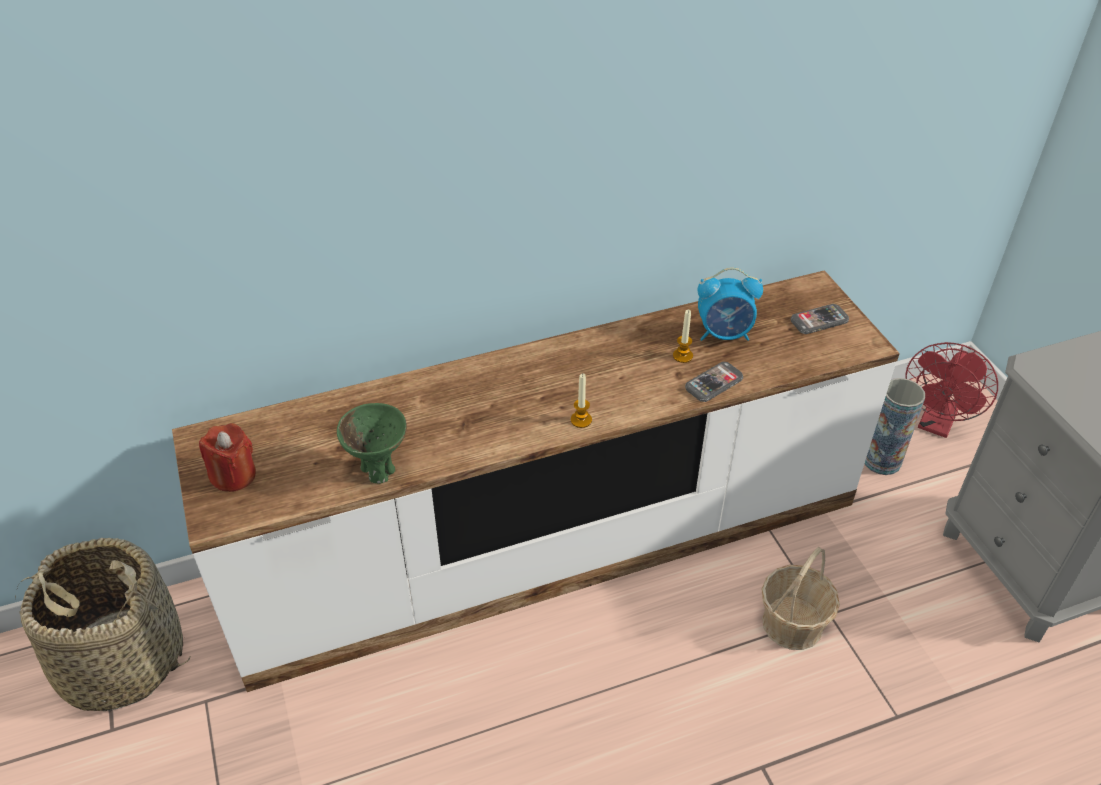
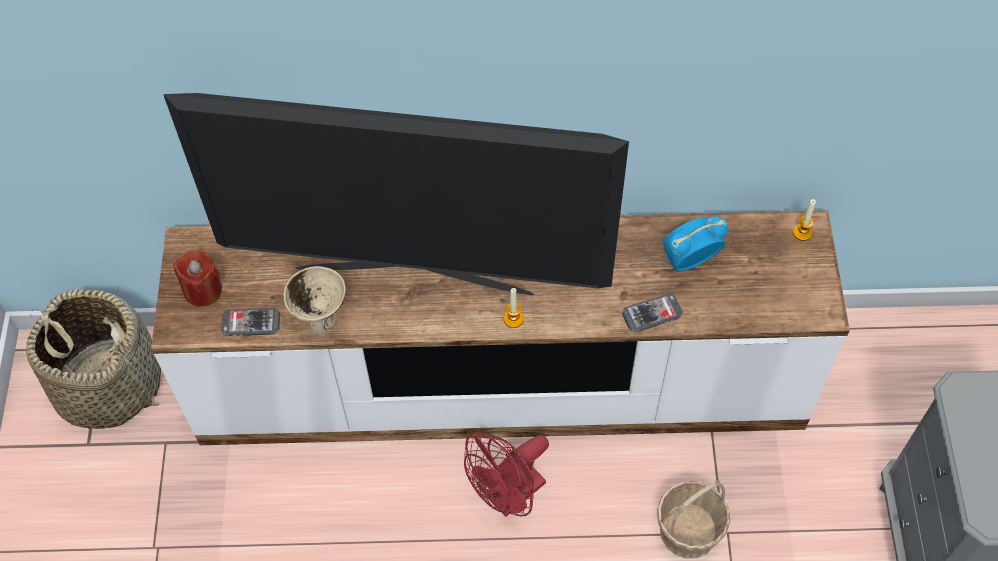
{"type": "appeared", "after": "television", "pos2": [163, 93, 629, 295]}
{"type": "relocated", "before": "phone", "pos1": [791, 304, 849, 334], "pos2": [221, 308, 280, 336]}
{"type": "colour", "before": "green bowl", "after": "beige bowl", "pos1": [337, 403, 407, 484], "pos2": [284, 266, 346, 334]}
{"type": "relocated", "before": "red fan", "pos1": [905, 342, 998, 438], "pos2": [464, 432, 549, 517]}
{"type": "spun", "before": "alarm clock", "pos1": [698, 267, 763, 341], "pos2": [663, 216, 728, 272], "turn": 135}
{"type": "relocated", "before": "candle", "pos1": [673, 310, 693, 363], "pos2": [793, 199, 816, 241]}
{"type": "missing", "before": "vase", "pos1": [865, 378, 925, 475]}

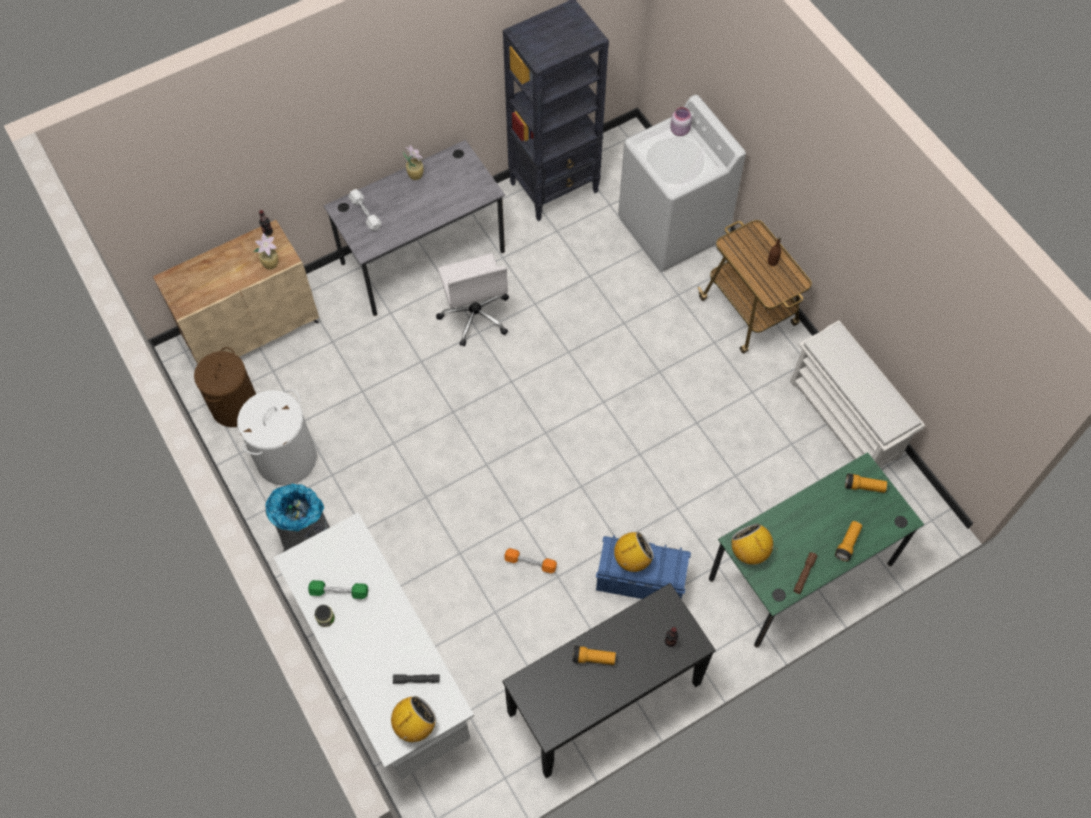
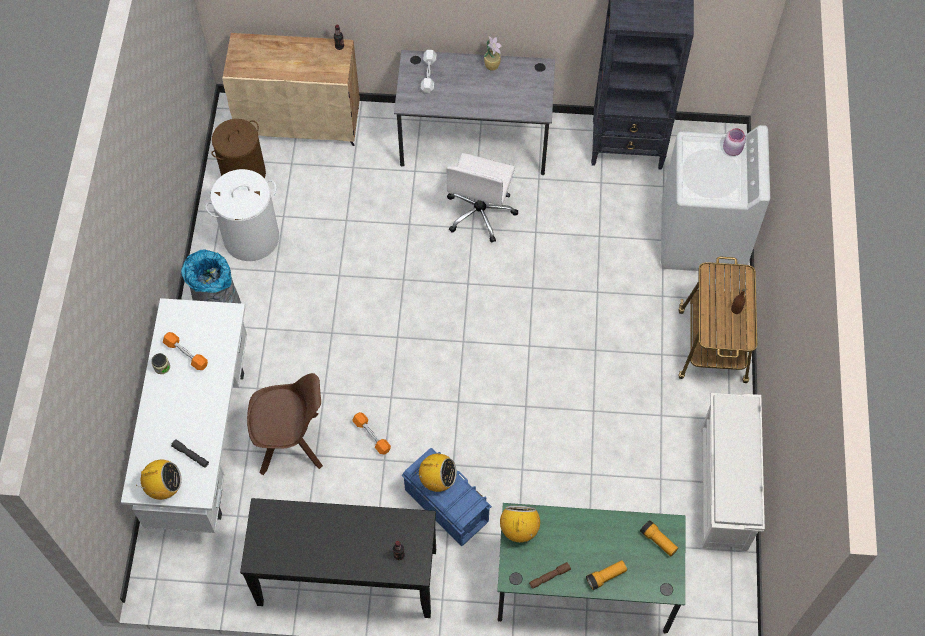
{"type": "colour", "before": "green dumbbell", "after": "orange dumbbell", "pos1": [308, 580, 368, 599], "pos2": [163, 332, 208, 370]}
{"type": "appeared", "after": "brown chair", "pos2": [247, 373, 323, 475]}
{"type": "missing", "before": "potted plant", "pos1": [254, 233, 278, 269]}
{"type": "missing", "before": "flashlight", "pos1": [573, 646, 616, 665]}

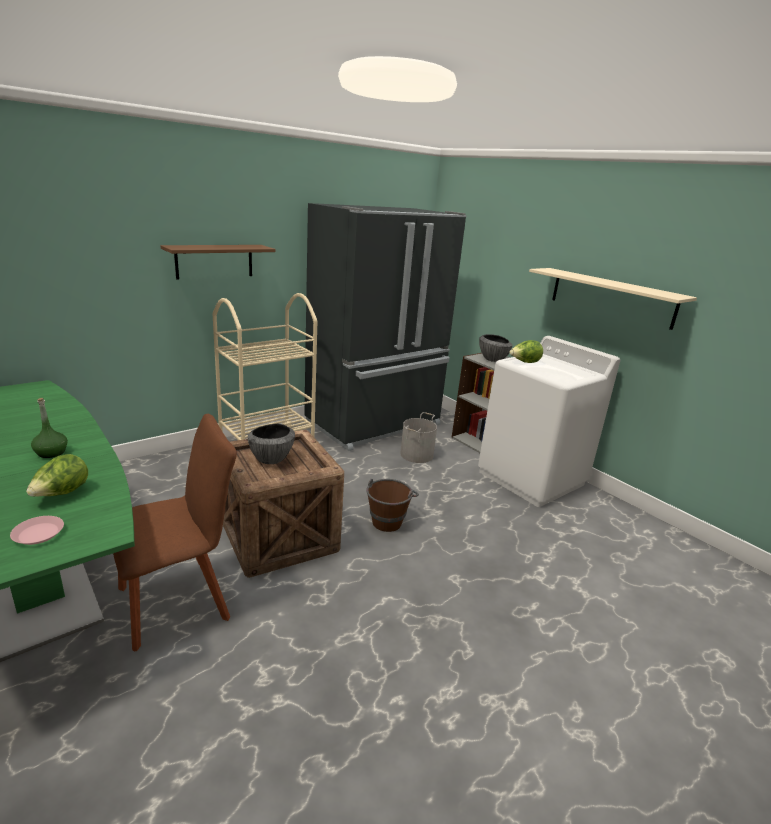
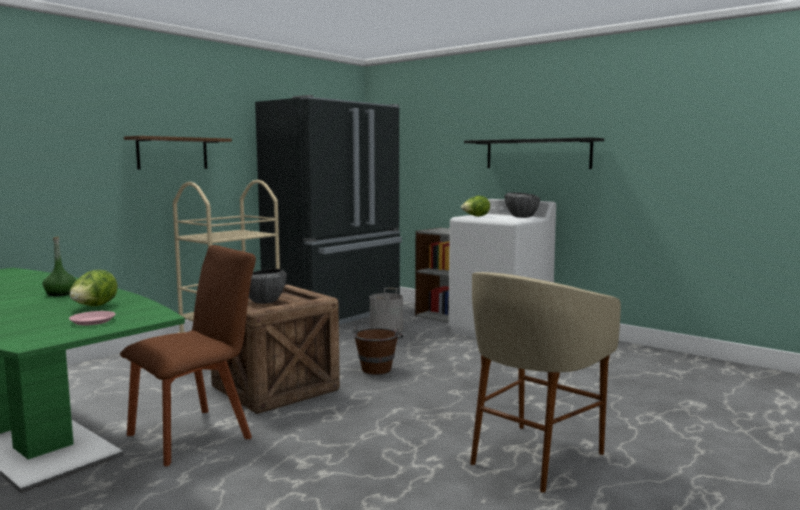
{"type": "colour", "before": "beige shelf", "after": "black shelf", "pos1": [529, 268, 697, 330], "pos2": [464, 137, 604, 169]}
{"type": "appeared", "after": "beige stool", "pos2": [470, 272, 621, 493]}
{"type": "relocated", "before": "bowl", "pos1": [479, 334, 512, 362], "pos2": [505, 192, 540, 218]}

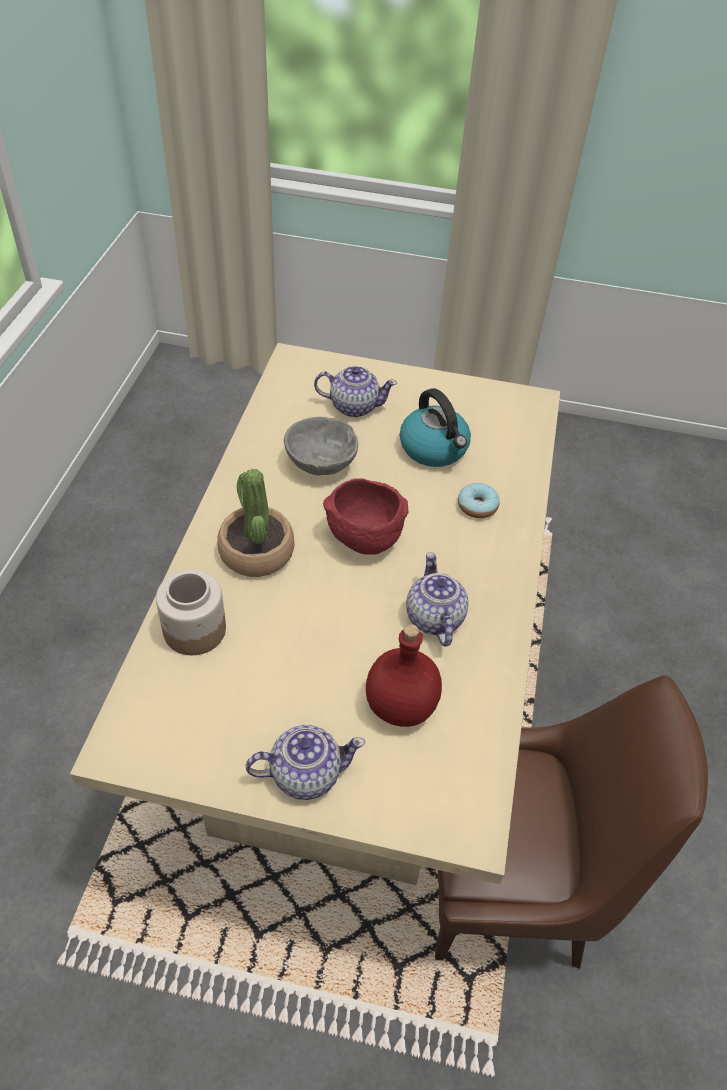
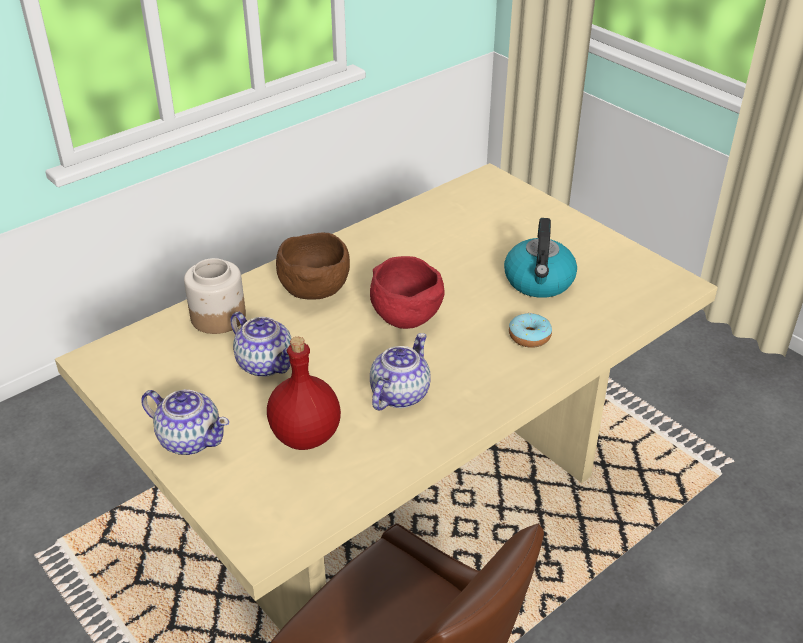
{"type": "relocated", "before": "teapot", "pos1": [314, 366, 397, 417], "pos2": [230, 312, 292, 377]}
{"type": "exchanged", "before": "potted plant", "after": "brown bowl", "pos1": [218, 469, 295, 577], "pos2": [276, 232, 350, 299]}
{"type": "missing", "before": "grey bowl", "pos1": [284, 417, 358, 475]}

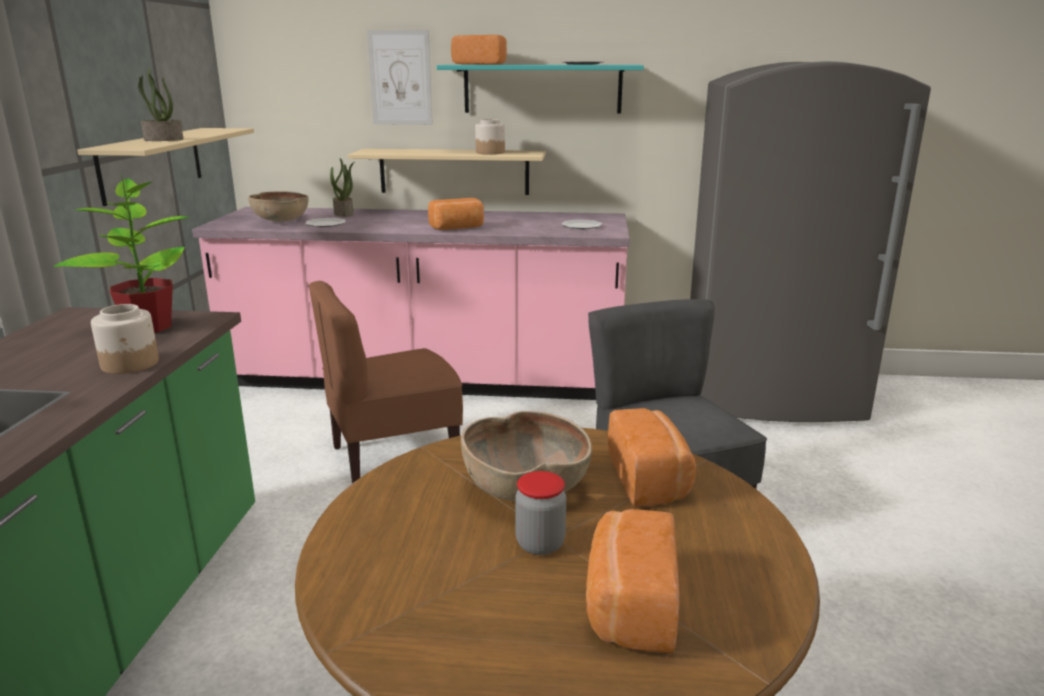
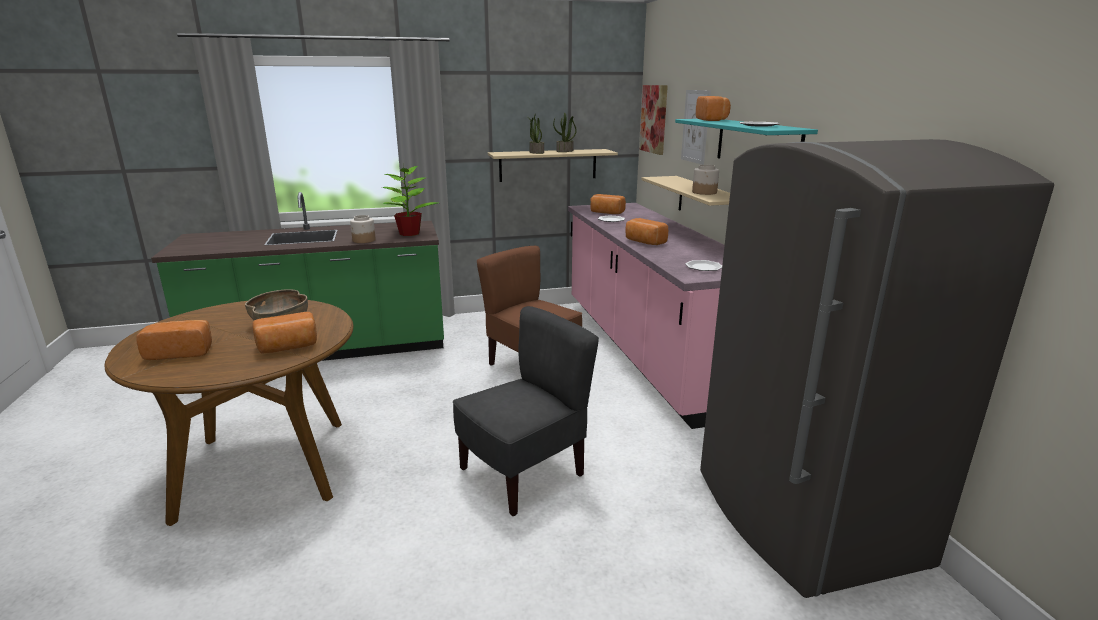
{"type": "relocated", "before": "potted plant", "pos1": [330, 158, 355, 217], "pos2": [553, 113, 577, 152]}
{"type": "exchanged", "before": "brown bowl", "after": "bread", "pos1": [248, 191, 309, 222], "pos2": [590, 194, 626, 214]}
{"type": "appeared", "after": "picture", "pos2": [639, 85, 668, 155]}
{"type": "missing", "before": "jar", "pos1": [516, 471, 566, 555]}

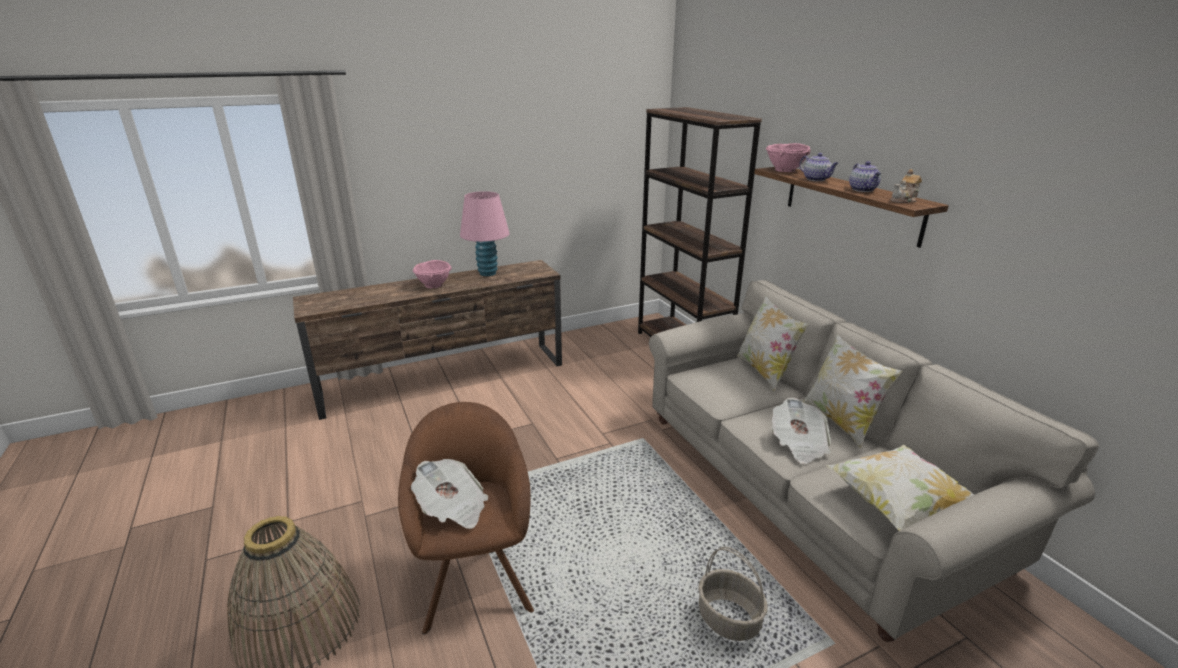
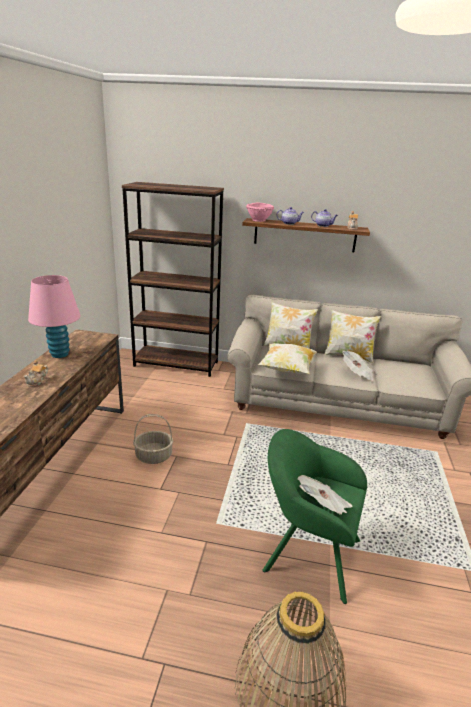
{"type": "exchanged", "before": "pink bowl", "after": "teapot", "pos1": [413, 260, 452, 288], "pos2": [24, 360, 48, 387]}
{"type": "relocated", "before": "basket", "pos1": [698, 547, 768, 641], "pos2": [133, 414, 173, 464]}
{"type": "relocated", "before": "pillow", "pos1": [826, 445, 974, 531], "pos2": [258, 343, 317, 374]}
{"type": "colour", "before": "brown armchair", "after": "green armchair", "pos1": [398, 402, 534, 634], "pos2": [262, 429, 367, 604]}

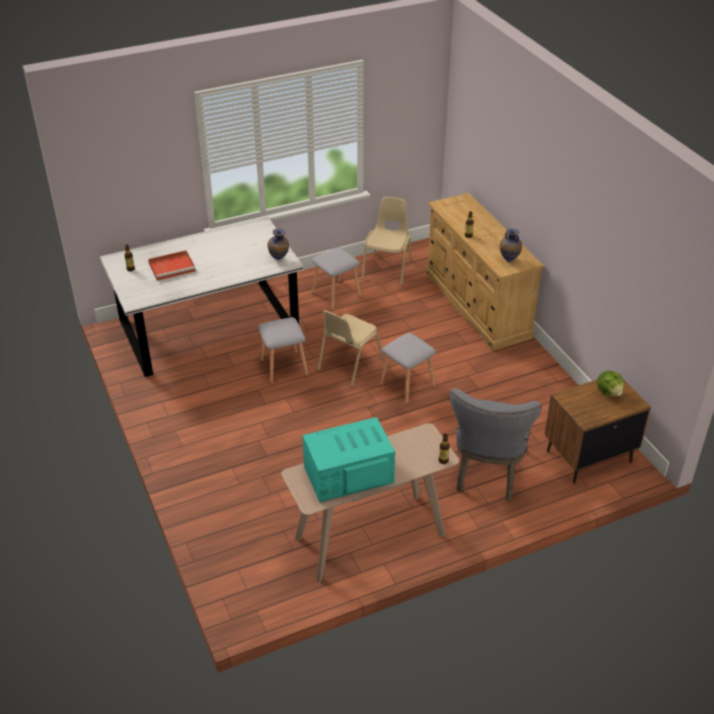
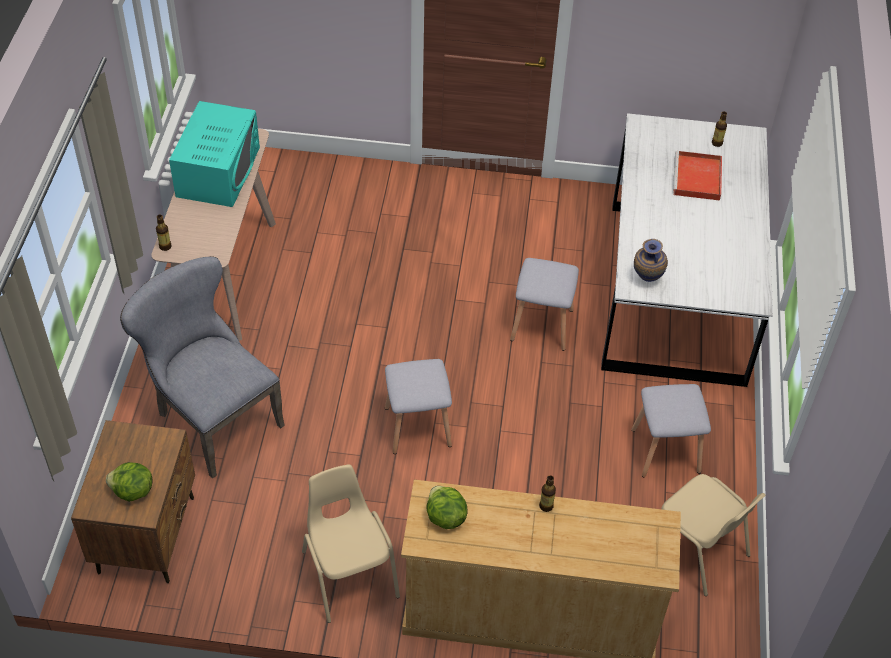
{"type": "relocated", "before": "beige chair", "pos1": [317, 310, 384, 386], "pos2": [302, 464, 400, 623]}
{"type": "exchanged", "before": "vase", "after": "lettuce", "pos1": [500, 228, 522, 262], "pos2": [426, 486, 468, 529]}

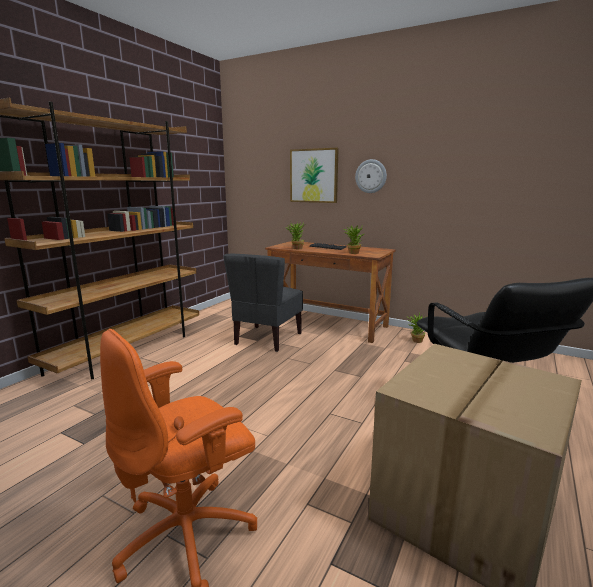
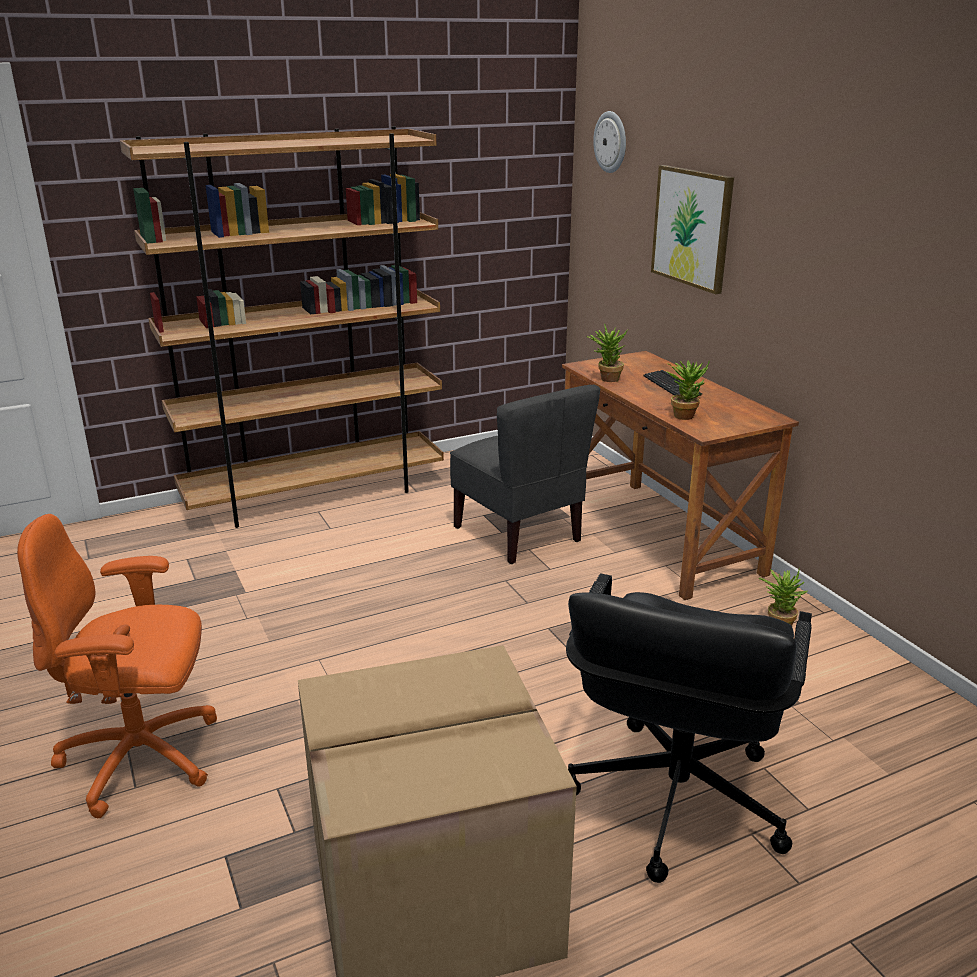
{"type": "spun", "before": "grey chair", "pos1": [223, 254, 303, 352], "pos2": [450, 385, 600, 564], "turn": -90}
{"type": "relocated", "before": "wall clock", "pos1": [355, 159, 387, 193], "pos2": [593, 111, 626, 173]}

